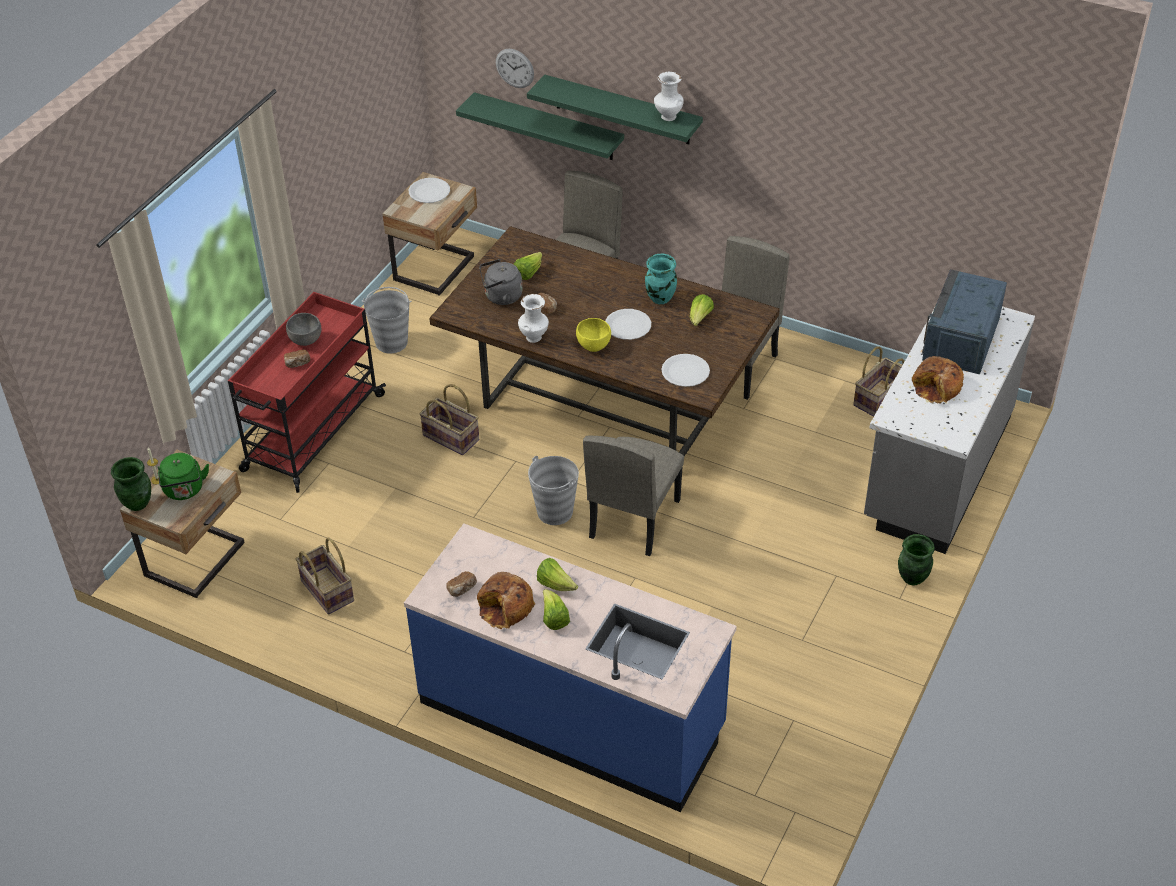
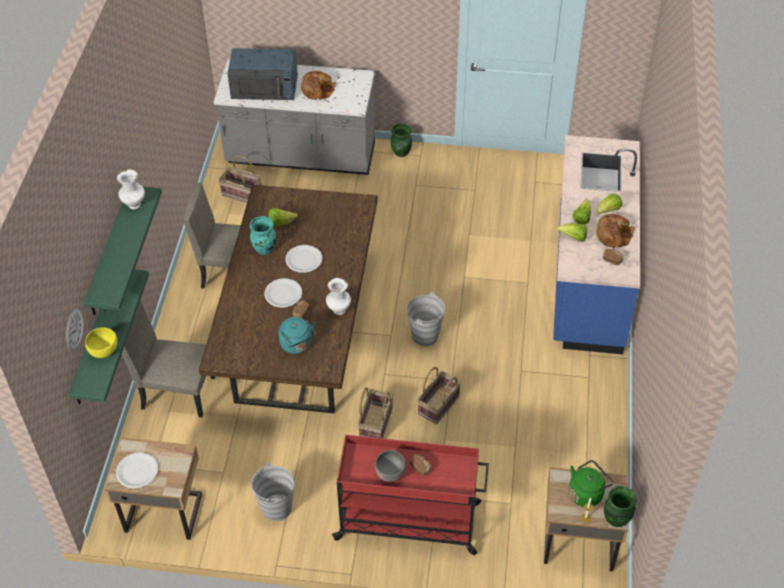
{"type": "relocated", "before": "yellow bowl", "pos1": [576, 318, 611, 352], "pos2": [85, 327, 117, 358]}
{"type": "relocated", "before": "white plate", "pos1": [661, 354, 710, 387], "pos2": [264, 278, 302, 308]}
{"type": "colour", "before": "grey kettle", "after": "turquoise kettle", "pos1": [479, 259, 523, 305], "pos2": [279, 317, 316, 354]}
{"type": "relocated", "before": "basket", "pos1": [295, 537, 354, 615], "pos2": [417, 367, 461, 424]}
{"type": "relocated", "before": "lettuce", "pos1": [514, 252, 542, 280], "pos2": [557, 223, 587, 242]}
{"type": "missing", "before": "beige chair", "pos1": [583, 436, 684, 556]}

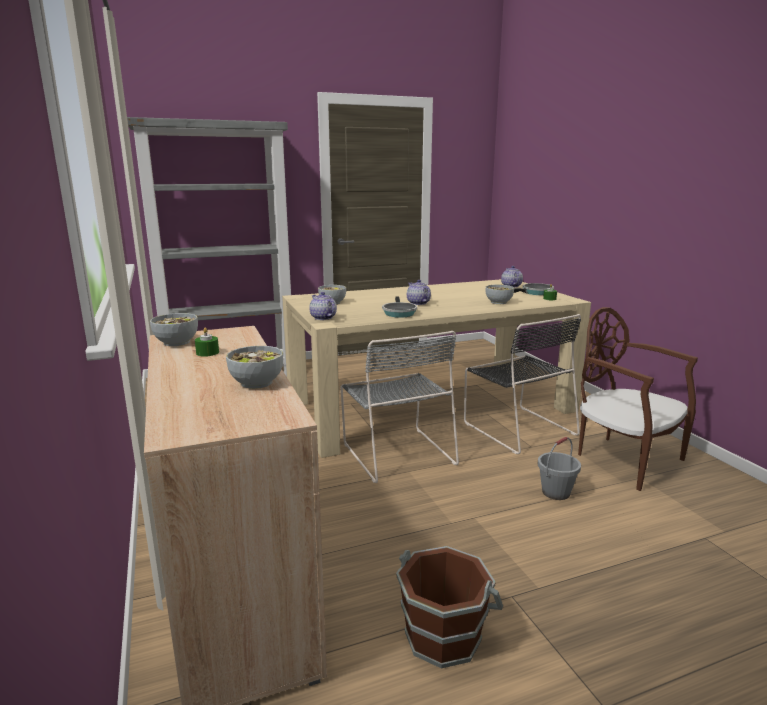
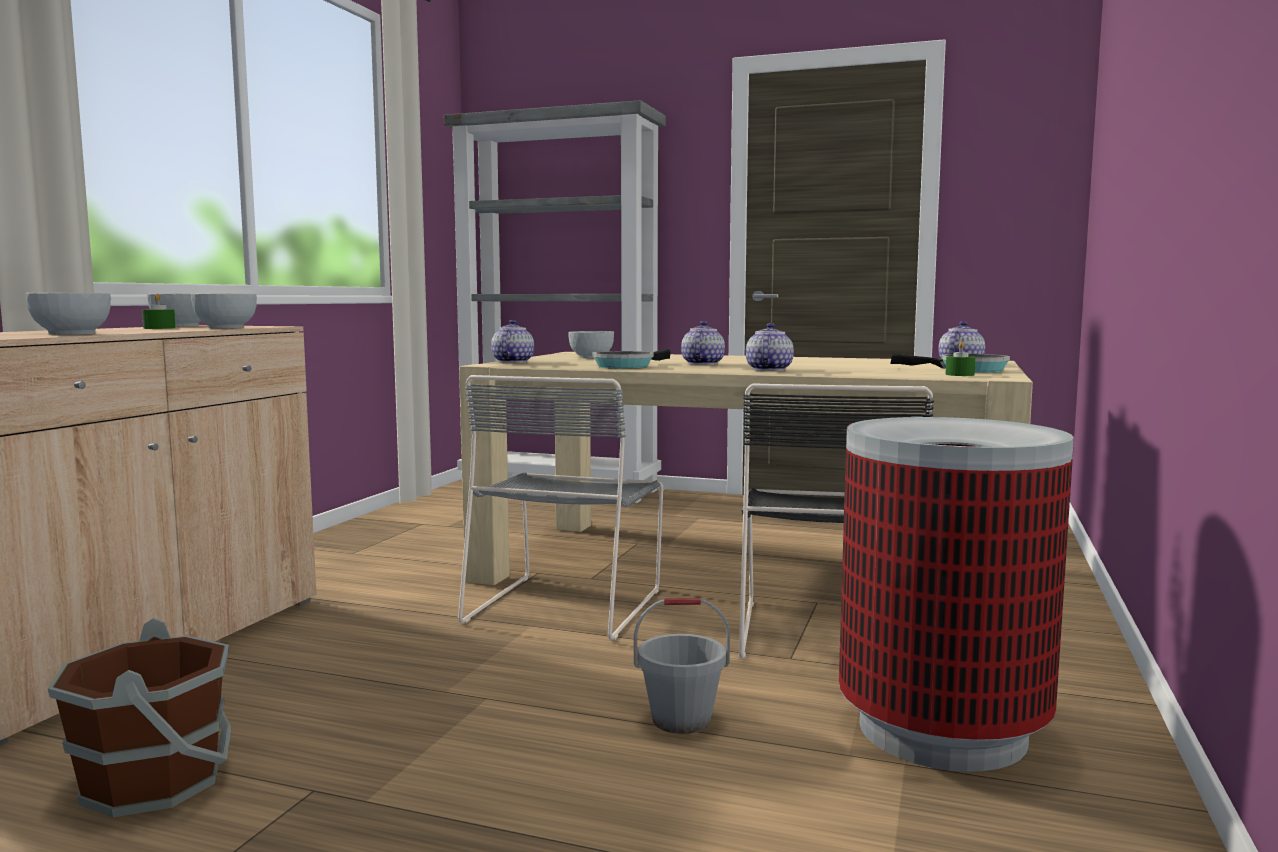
{"type": "relocated", "before": "bowl", "pos1": [486, 285, 514, 304], "pos2": [191, 294, 257, 328]}
{"type": "appeared", "after": "teapot", "pos2": [746, 323, 794, 371]}
{"type": "exchanged", "before": "brown chair", "after": "trash can", "pos1": [578, 307, 698, 491], "pos2": [839, 417, 1074, 772]}

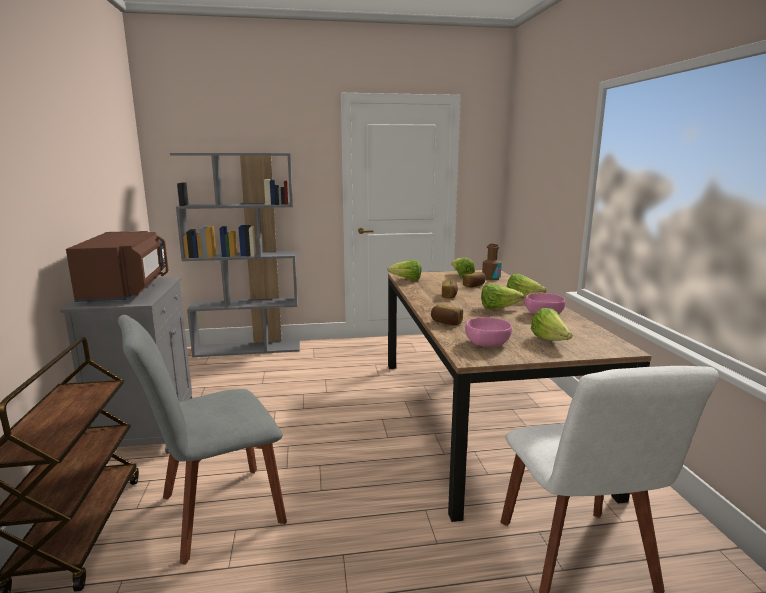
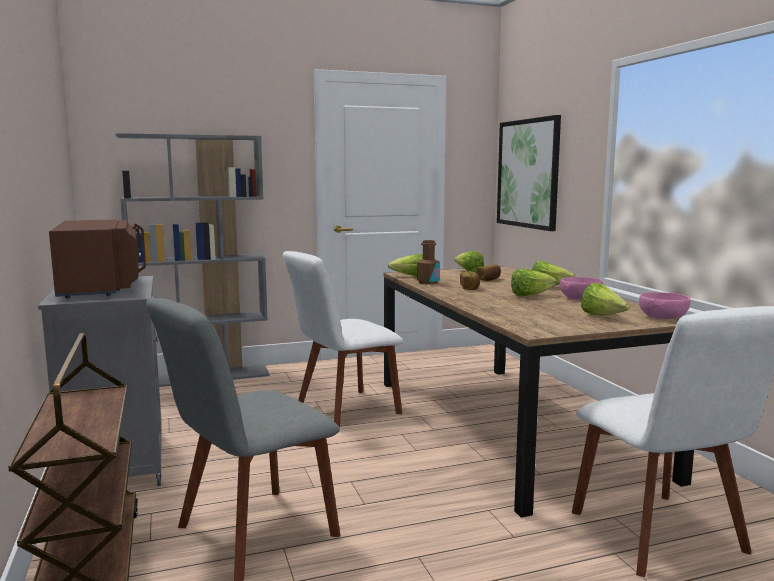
{"type": "appeared", "after": "white chair", "pos2": [283, 251, 403, 428]}
{"type": "relocated", "before": "brown bottle", "pos1": [482, 244, 502, 280], "pos2": [417, 240, 440, 284]}
{"type": "appeared", "after": "picture", "pos2": [497, 115, 561, 231]}
{"type": "relocated", "before": "pink bowl", "pos1": [465, 317, 512, 347], "pos2": [639, 292, 690, 319]}
{"type": "missing", "before": "bread", "pos1": [431, 304, 463, 325]}

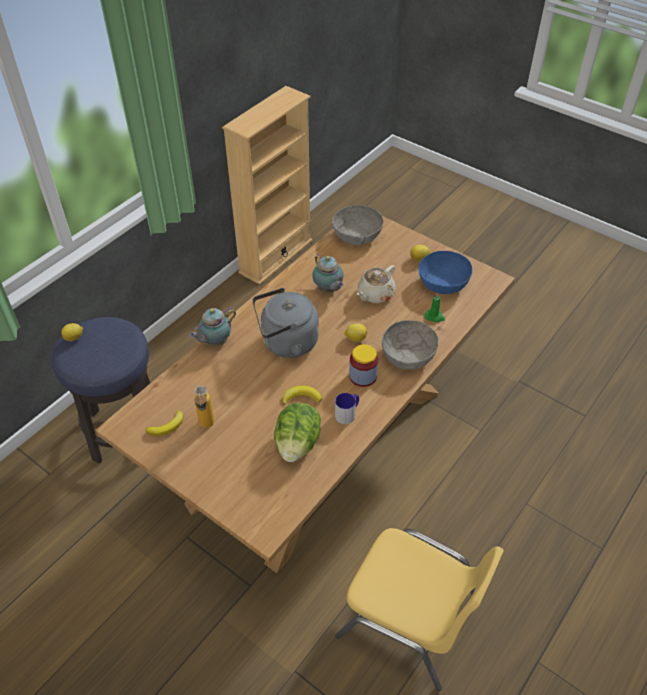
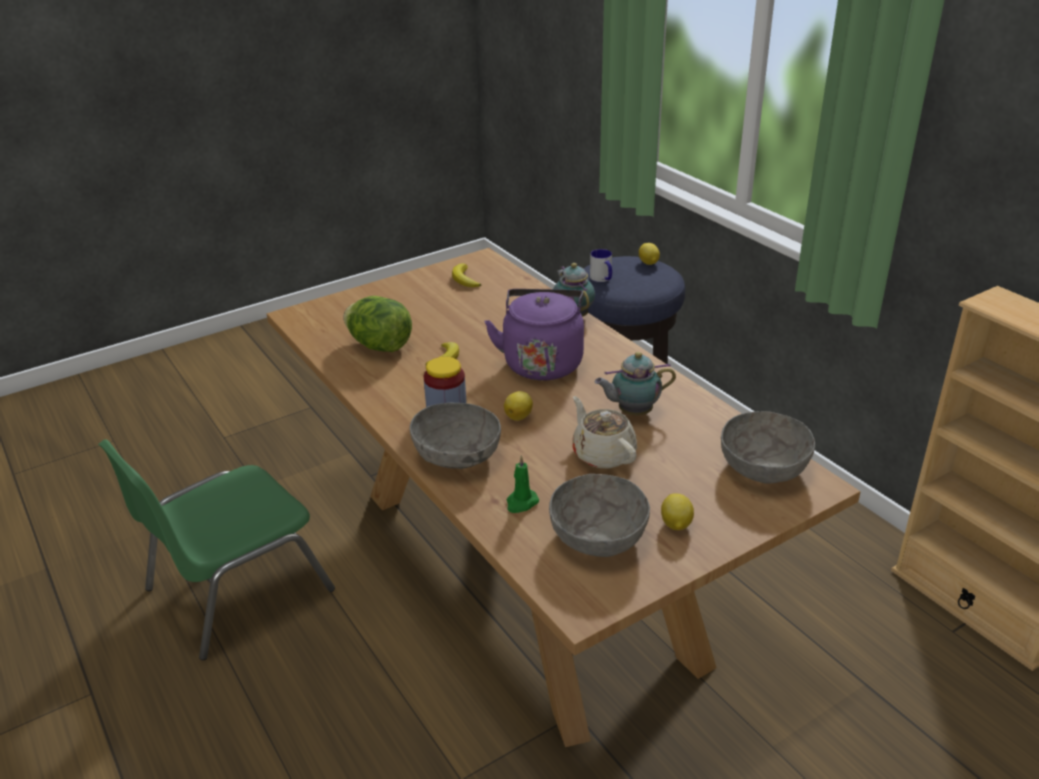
{"type": "colour", "before": "yellow chair", "after": "green chair", "pos1": [335, 528, 504, 691], "pos2": [98, 439, 335, 660]}
{"type": "colour", "before": "grey kettle", "after": "purple kettle", "pos1": [252, 288, 319, 358], "pos2": [484, 289, 584, 381]}
{"type": "colour", "before": "blue bowl", "after": "grey bowl", "pos1": [419, 251, 472, 294], "pos2": [549, 474, 650, 557]}
{"type": "relocated", "before": "mug", "pos1": [335, 393, 359, 424], "pos2": [590, 249, 612, 282]}
{"type": "missing", "before": "bottle", "pos1": [194, 386, 214, 428]}

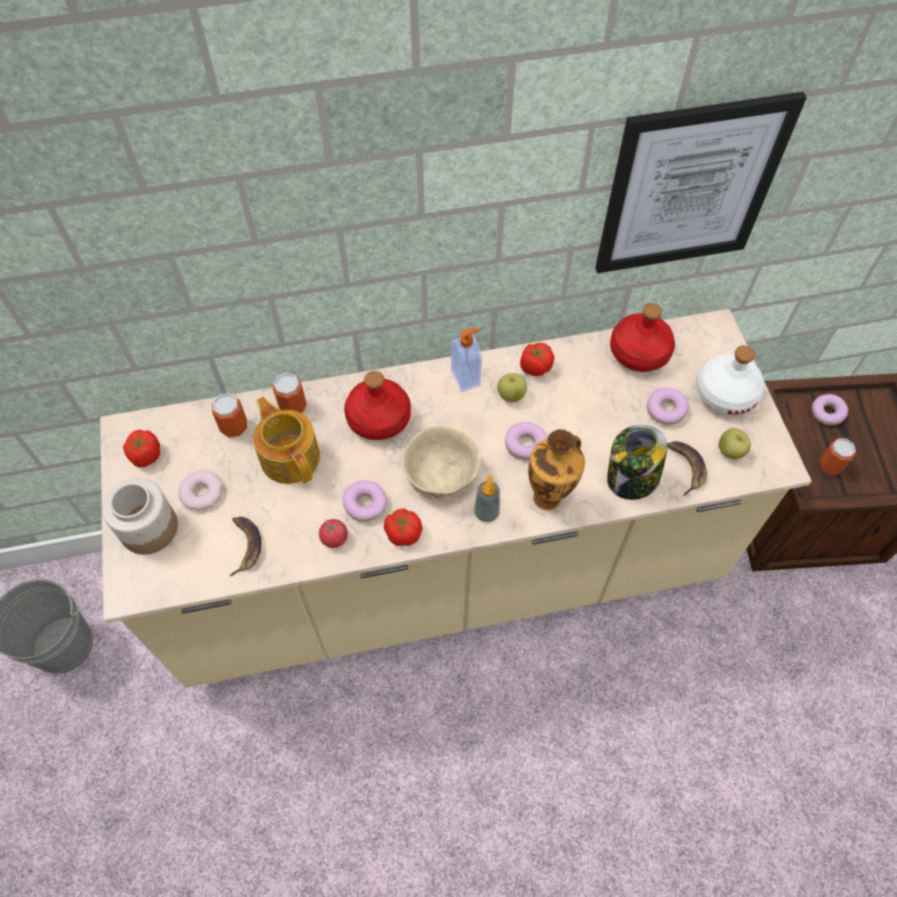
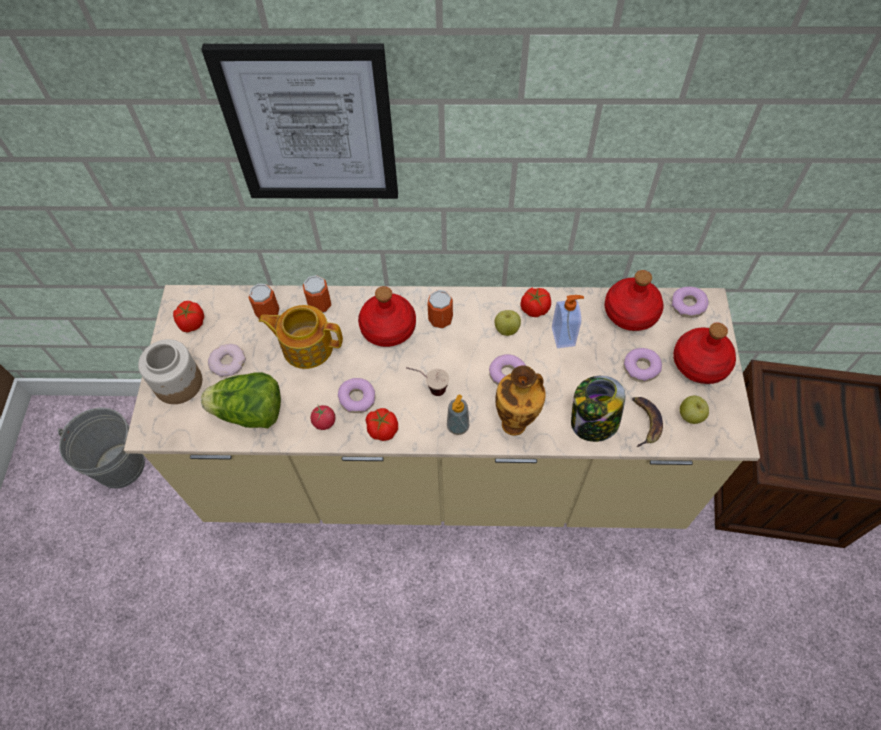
{"type": "relocated", "before": "picture", "pos1": [595, 92, 807, 273], "pos2": [201, 43, 398, 199]}
{"type": "exchanged", "before": "banana", "after": "lettuce", "pos1": [230, 517, 262, 576], "pos2": [201, 372, 281, 428]}
{"type": "spun", "before": "teapot", "pos1": [253, 396, 320, 484], "pos2": [259, 305, 343, 369], "turn": -60}
{"type": "exchanged", "before": "beige bowl", "after": "cup", "pos1": [402, 426, 480, 501], "pos2": [406, 367, 449, 396]}
{"type": "relocated", "before": "can", "pos1": [819, 439, 856, 474], "pos2": [427, 290, 453, 329]}
{"type": "relocated", "before": "soap dispenser", "pos1": [451, 328, 482, 392], "pos2": [552, 295, 584, 348]}
{"type": "relocated", "before": "donut", "pos1": [812, 394, 848, 425], "pos2": [672, 287, 709, 318]}
{"type": "colour", "before": "white bottle", "after": "red bottle", "pos1": [696, 345, 764, 415], "pos2": [673, 323, 736, 384]}

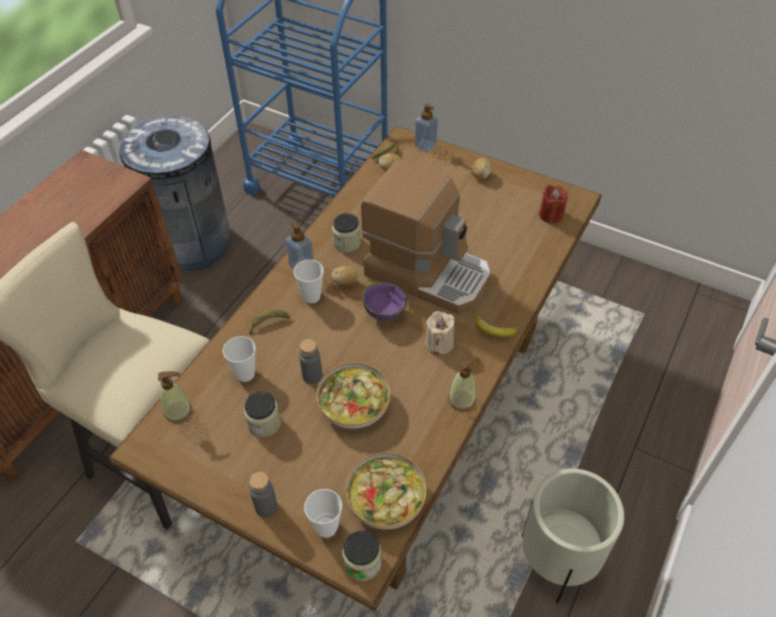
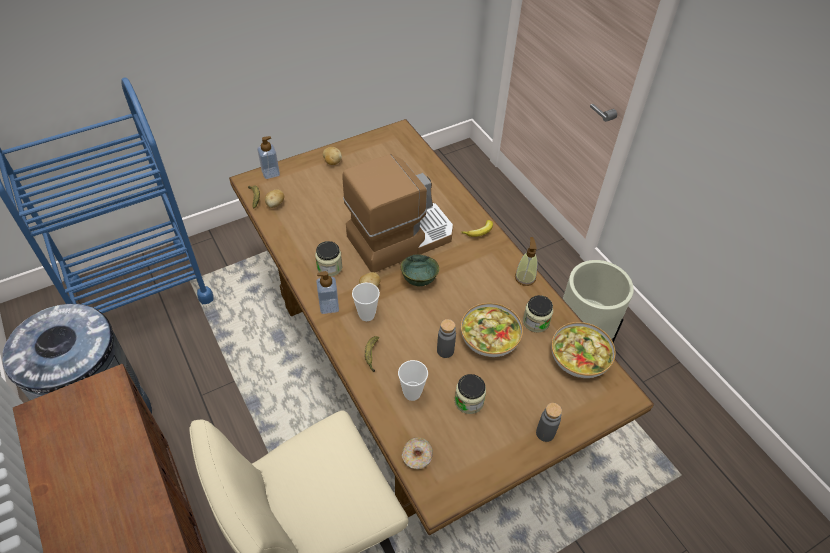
{"type": "colour", "before": "purple bowl", "after": "green bowl", "pos1": [362, 282, 407, 321], "pos2": [401, 254, 439, 286]}
{"type": "exchanged", "before": "soap dispenser", "after": "donut", "pos1": [158, 371, 192, 423], "pos2": [402, 437, 433, 470]}
{"type": "relocated", "before": "jar", "pos1": [342, 531, 382, 581], "pos2": [523, 295, 553, 333]}
{"type": "missing", "before": "cup", "pos1": [304, 489, 342, 538]}
{"type": "missing", "before": "beige candle", "pos1": [426, 311, 454, 354]}
{"type": "missing", "before": "red candle", "pos1": [539, 185, 568, 224]}

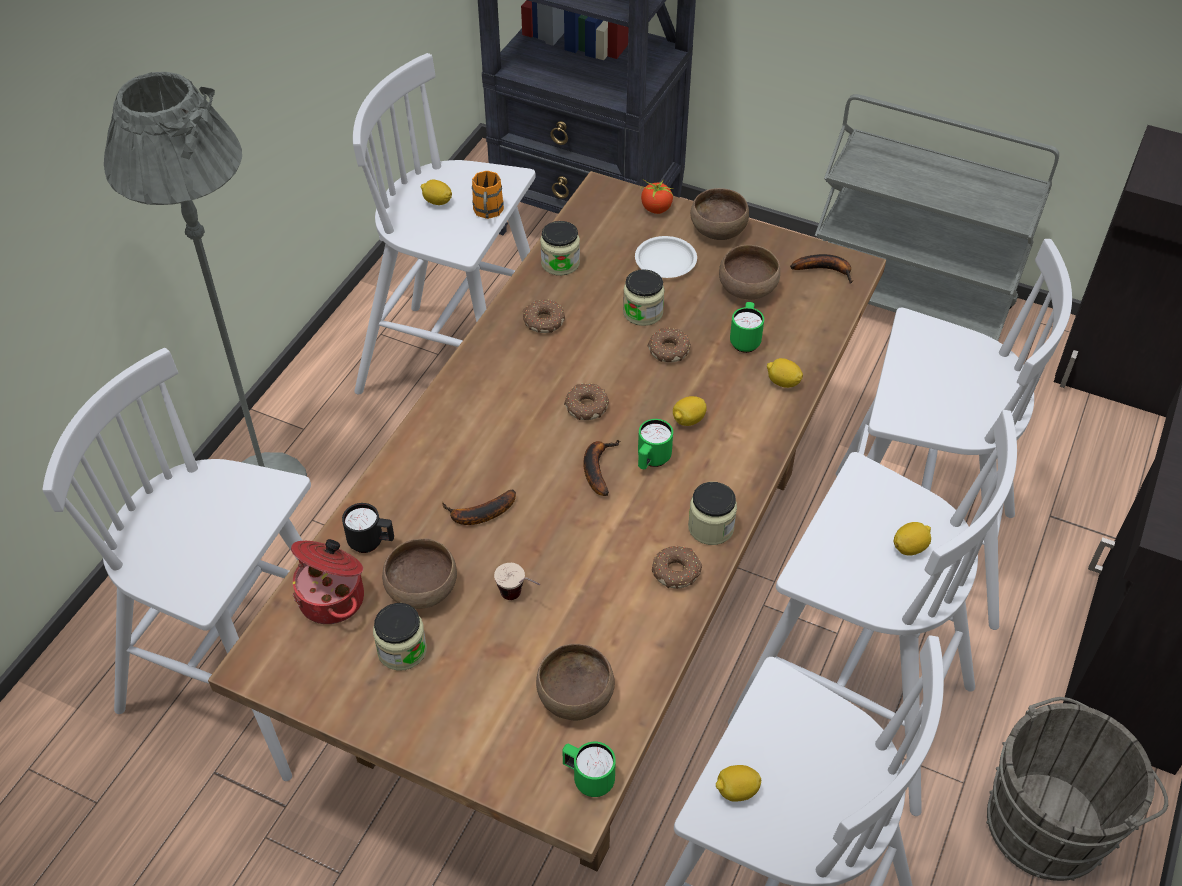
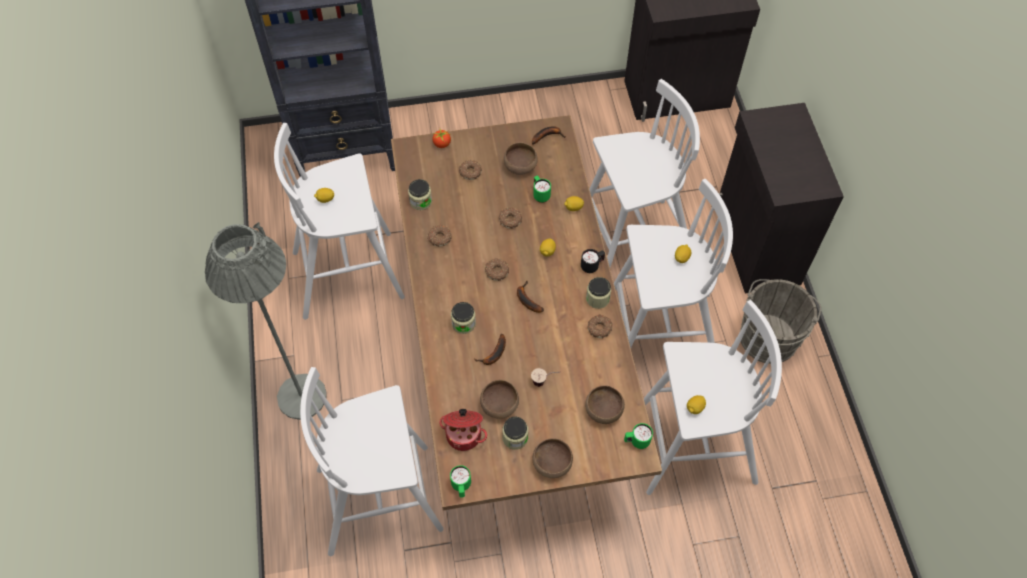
{"type": "relocated", "before": "green mug", "pos1": [638, 419, 673, 469], "pos2": [450, 465, 471, 498]}
{"type": "relocated", "before": "jar", "pos1": [623, 269, 665, 326], "pos2": [451, 302, 476, 334]}
{"type": "exchanged", "before": "white plate", "after": "donut", "pos1": [635, 236, 697, 278], "pos2": [459, 160, 482, 180]}
{"type": "relocated", "before": "brown bowl", "pos1": [690, 188, 749, 240], "pos2": [532, 438, 573, 478]}
{"type": "relocated", "before": "black mug", "pos1": [342, 503, 394, 553], "pos2": [581, 249, 605, 273]}
{"type": "missing", "before": "orange mug", "pos1": [472, 171, 504, 219]}
{"type": "missing", "before": "grey cart", "pos1": [815, 94, 1059, 341]}

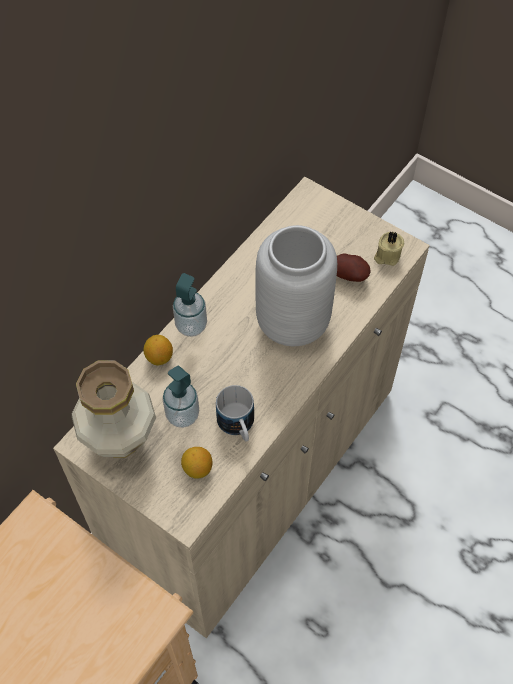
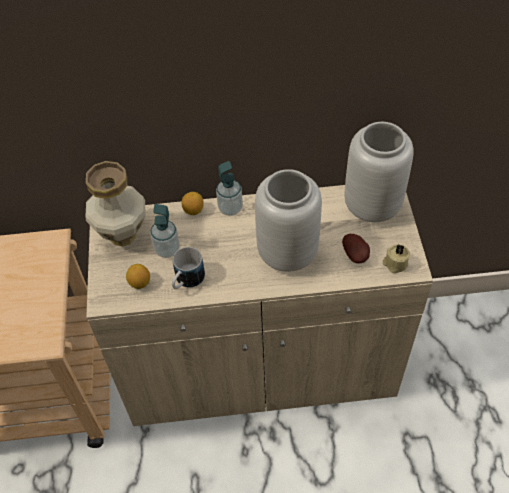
{"type": "appeared", "after": "grey vase", "pos2": [344, 122, 414, 222]}

